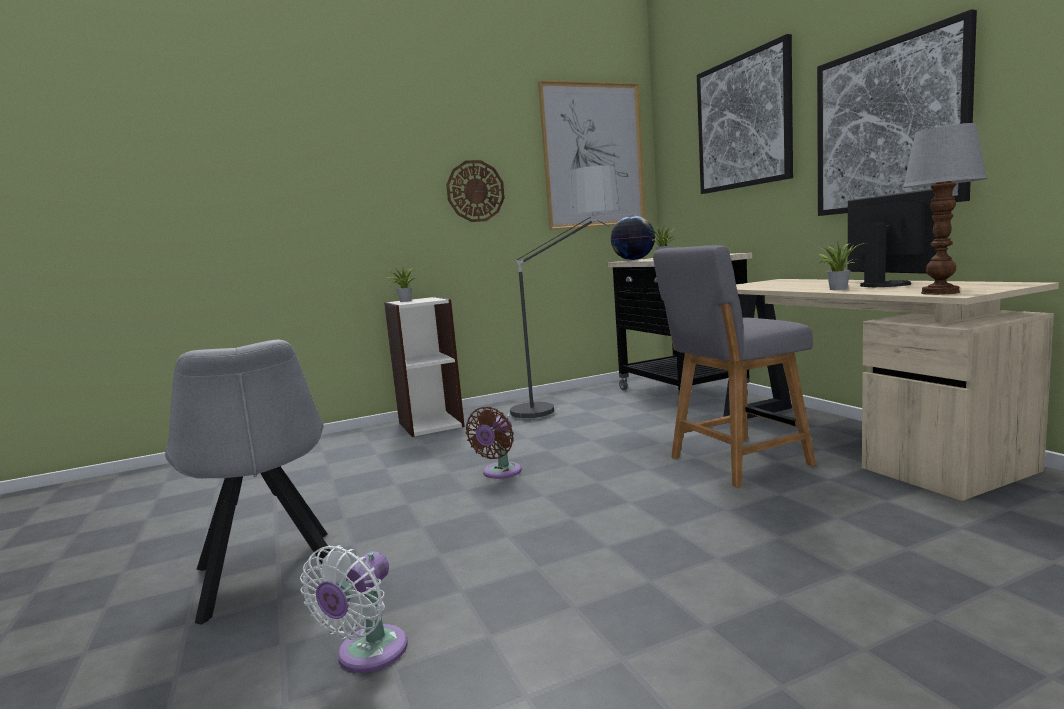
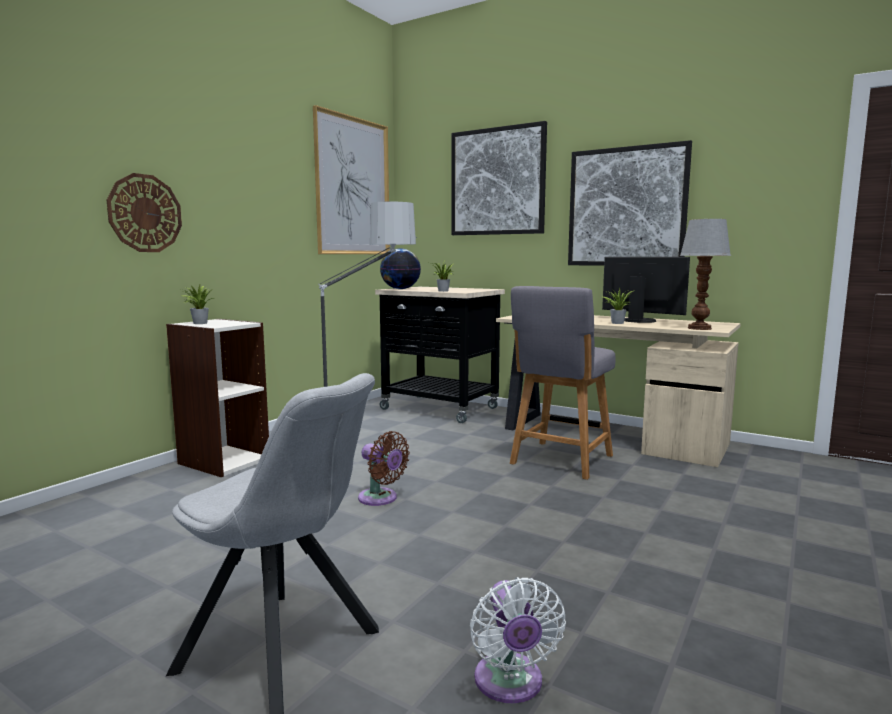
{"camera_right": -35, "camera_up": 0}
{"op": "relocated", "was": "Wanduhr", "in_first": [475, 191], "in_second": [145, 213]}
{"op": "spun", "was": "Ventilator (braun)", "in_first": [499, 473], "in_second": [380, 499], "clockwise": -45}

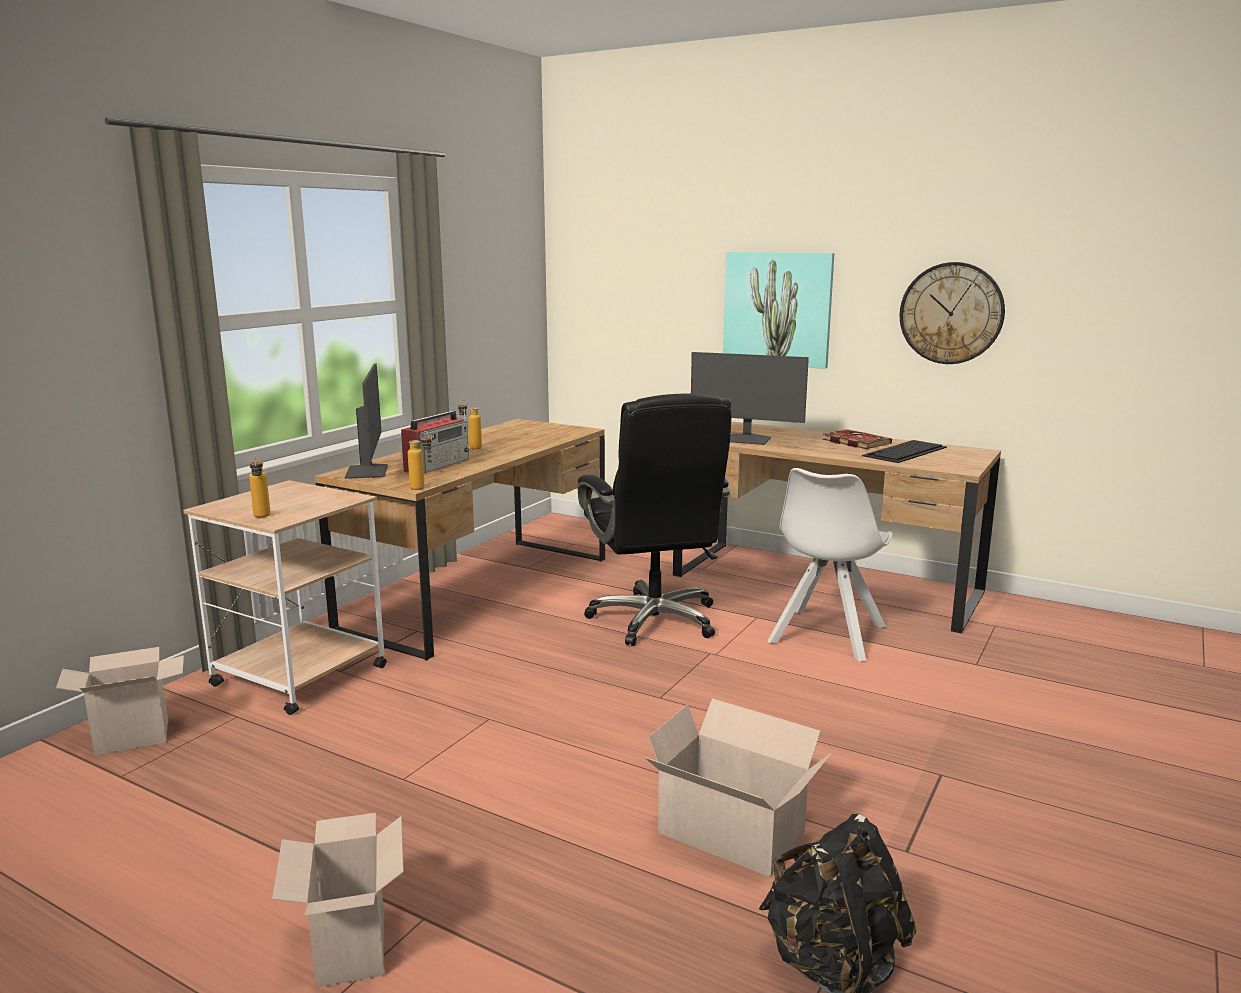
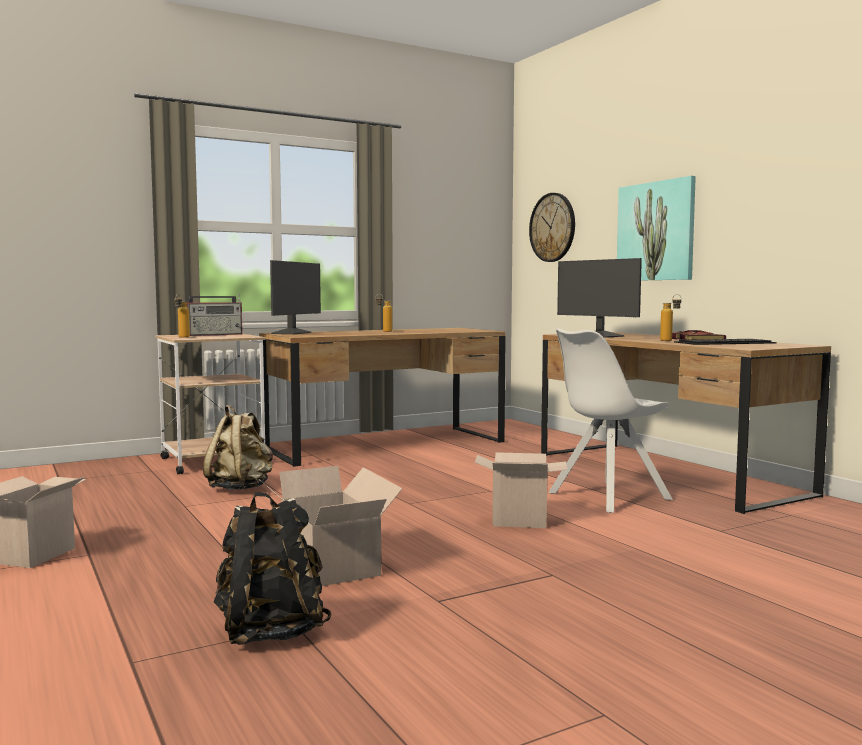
{"camera_right": 30, "camera_up": -10}
{"op": "missing", "was": "Bürostuhl (schwarz)", "in_first": [653, 618]}
{"op": "appeared", "now": "Rucksack (beige)", "in_second": [241, 488]}
{"op": "relocated", "was": "Karton", "in_first": [135, 736], "in_second": [521, 521]}
{"op": "relocated", "was": "Radio", "in_first": [438, 465], "in_second": [214, 334]}
{"op": "relocated", "was": "Flasche", "in_first": [422, 489], "in_second": [670, 341]}
{"op": "relocated", "was": "Wanduhr", "in_first": [951, 313], "in_second": [552, 227]}

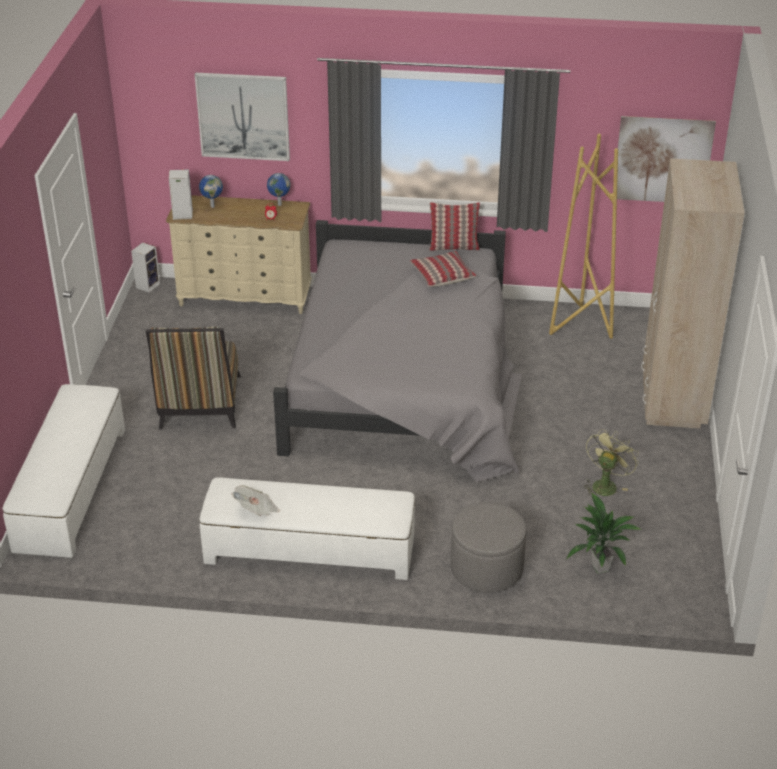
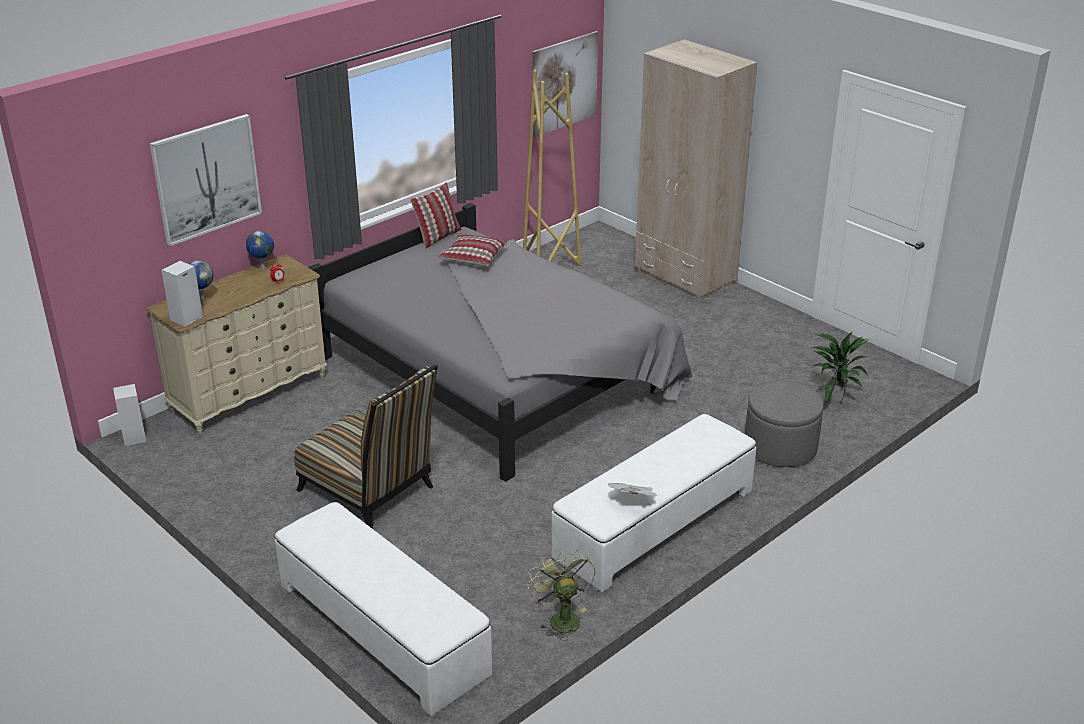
{"camera_right": -50, "camera_up": -5}
{"op": "relocated", "was": "Ventilator (grün)", "in_first": [605, 484], "in_second": [561, 618]}

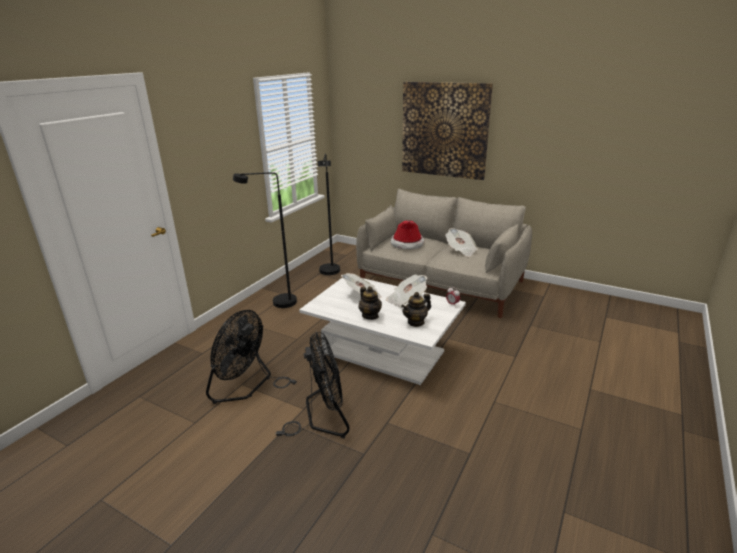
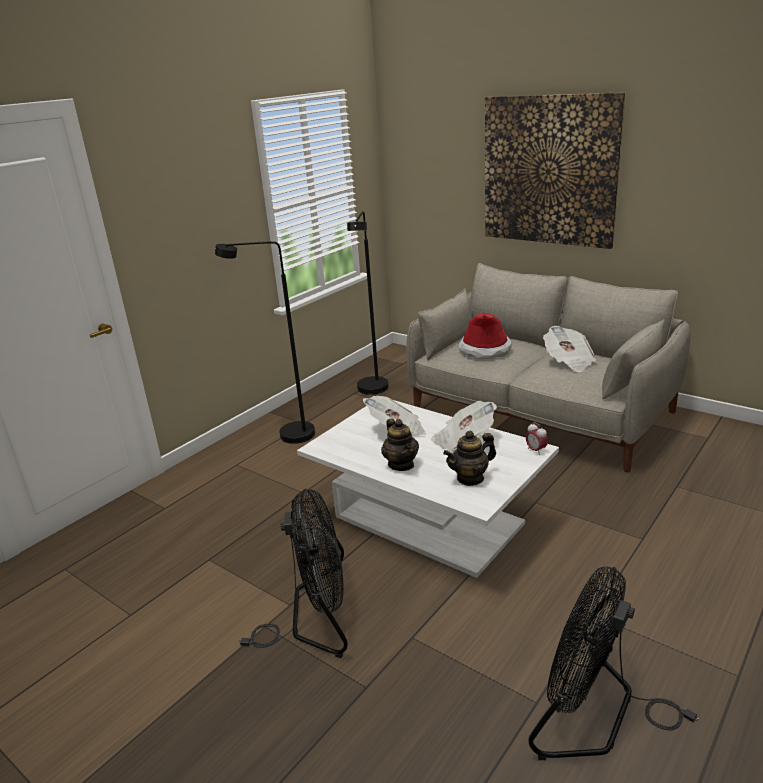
{"camera_right": 10, "camera_up": 0}
{"op": "relocated", "was": "Ventilator (schwarz)", "in_first": [252, 383], "in_second": [599, 708]}

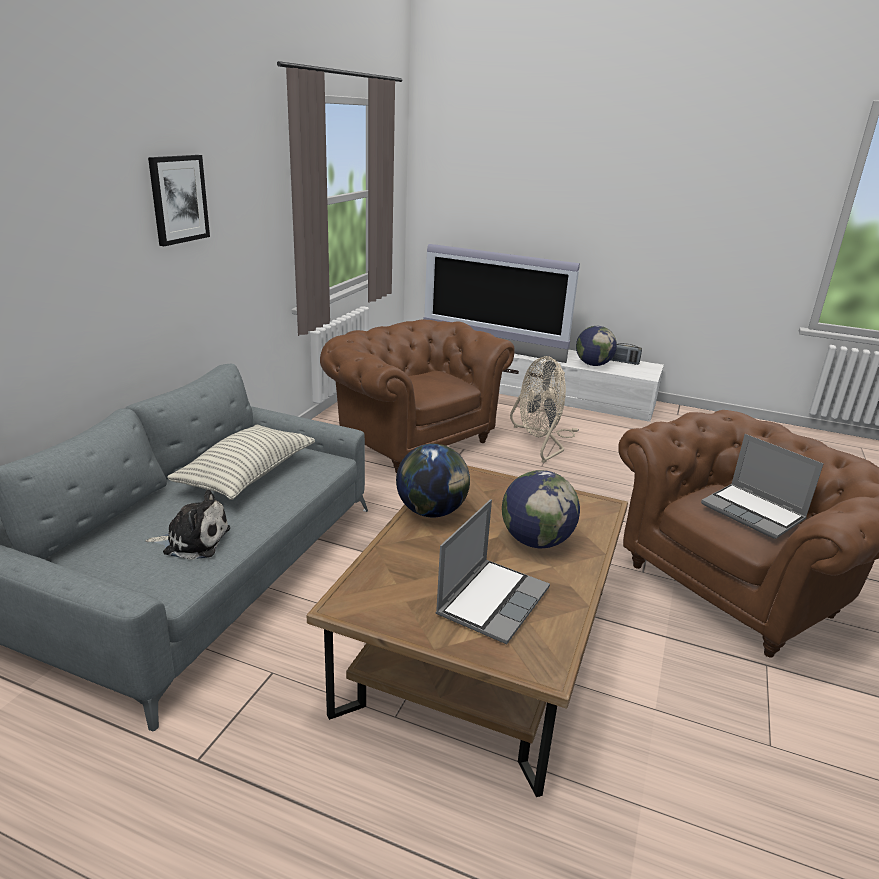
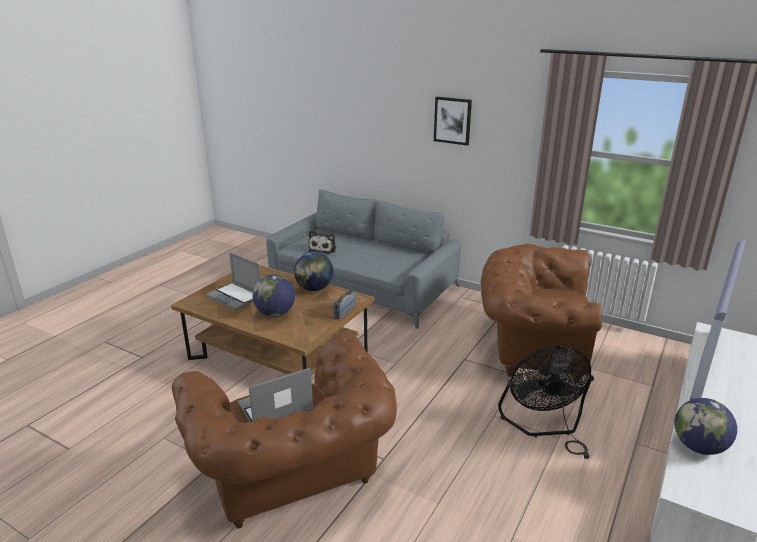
{"camera_right": 100, "camera_up": 0}
{"op": "missing", "was": "Kissen", "in_first": [247, 476]}
{"op": "relocated", "was": "Radio", "in_first": [624, 362], "in_second": [344, 312]}
{"op": "colour", "was": "Ventilator (beige)", "now": "Ventilator (schwarz)", "in_first": [543, 441], "in_second": [550, 426]}
{"op": "spun", "was": "Sessel (braun)", "in_first": [410, 439], "in_second": [531, 351], "clockwise": -135}

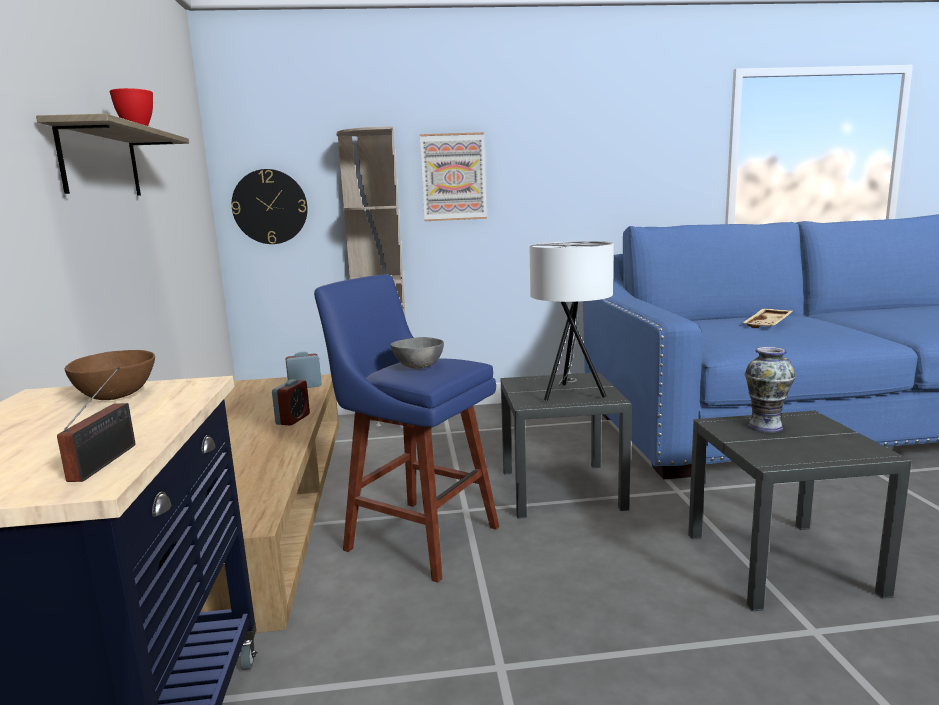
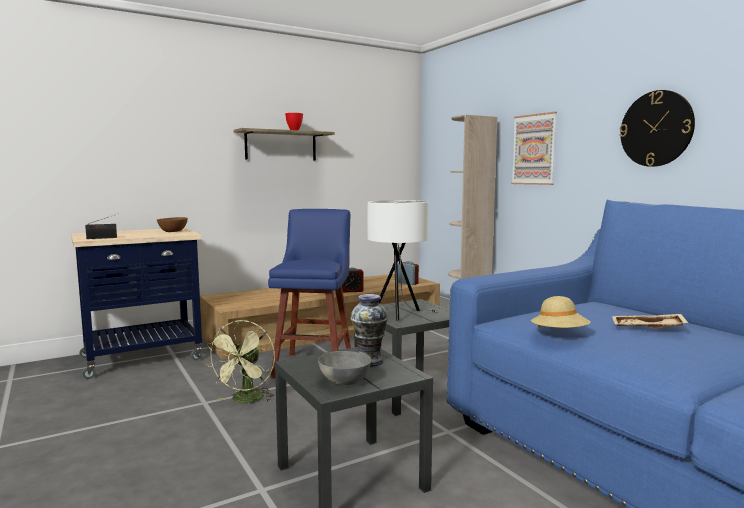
{"camera_right": 65, "camera_up": -5}
{"op": "appeared", "now": "Ventilator (grün)", "in_second": [246, 401]}
{"op": "appeared", "now": "Hut (beige)", "in_second": [559, 335]}
{"op": "relocated", "was": "Wanduhr", "in_first": [270, 207], "in_second": [656, 128]}
{"op": "relocated", "was": "Schüssel (grau)", "in_first": [418, 367], "in_second": [343, 381]}

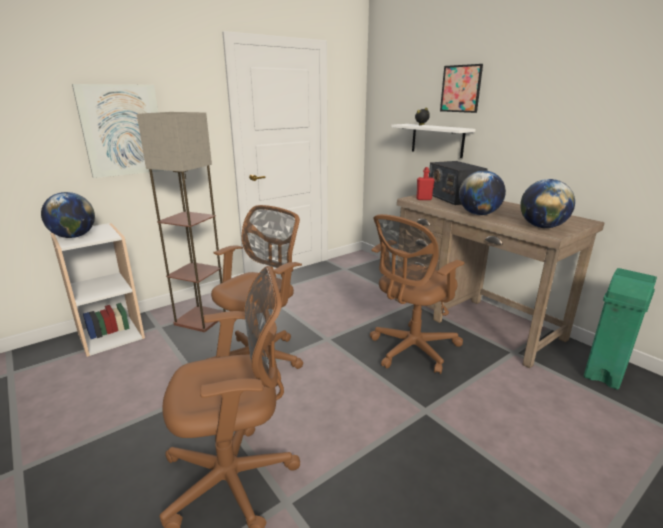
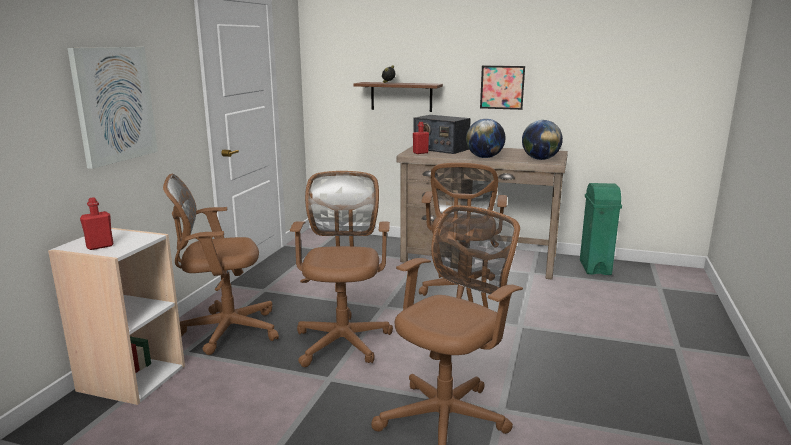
{"camera_right": -35, "camera_up": -5}
{"op": "relocated", "was": "Bild", "in_first": [461, 88], "in_second": [502, 87]}
{"op": "exchanged", "was": "Globus", "now": "Flasche (rot)", "in_first": [74, 236], "in_second": [100, 246]}
{"op": "exchanged", "was": "Stehlampe", "now": "Bürostuhl (braun)", "in_first": [200, 318], "in_second": [225, 330]}
{"op": "colour", "was": "Wandregal (weiß)", "now": "Wandregal (braun)", "in_first": [437, 140], "in_second": [401, 96]}

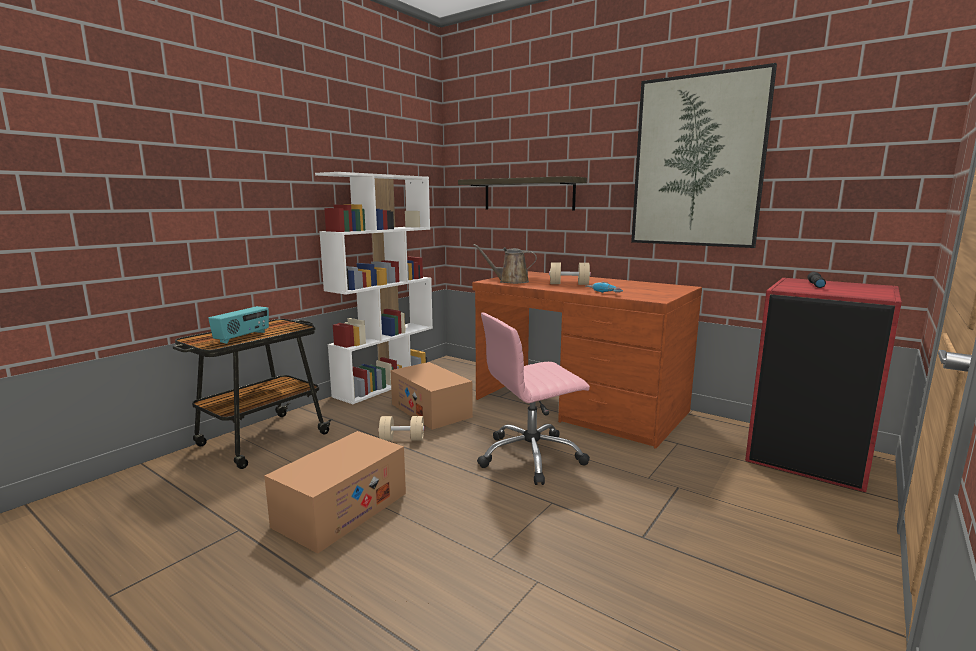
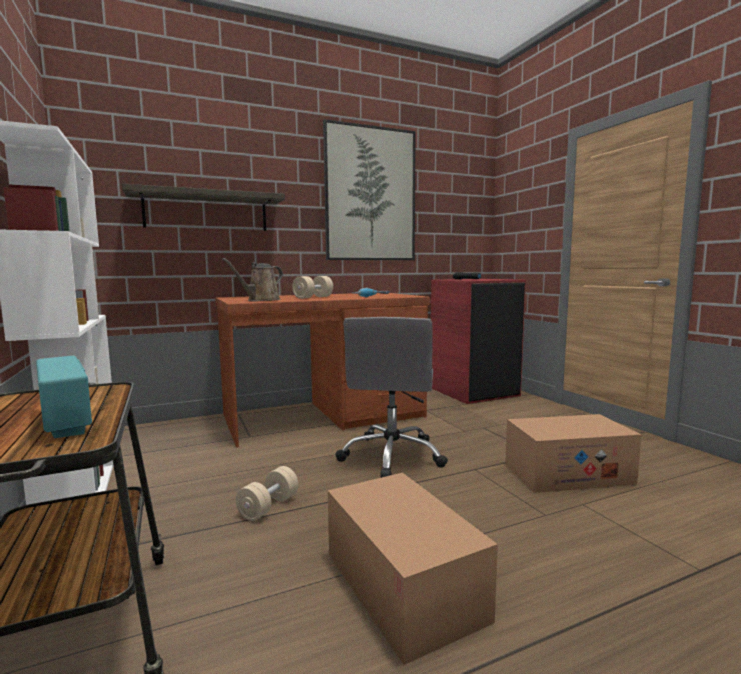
{"camera_right": -60, "camera_up": -5}
{"op": "relocated", "was": "Karton", "in_first": [431, 410], "in_second": [567, 474]}
{"op": "colour", "was": "Bürostuhl (rosa)", "now": "Bürostuhl (grau)", "in_first": [530, 457], "in_second": [392, 456]}

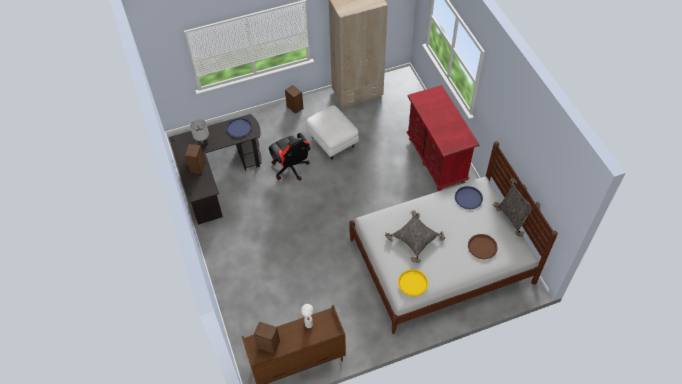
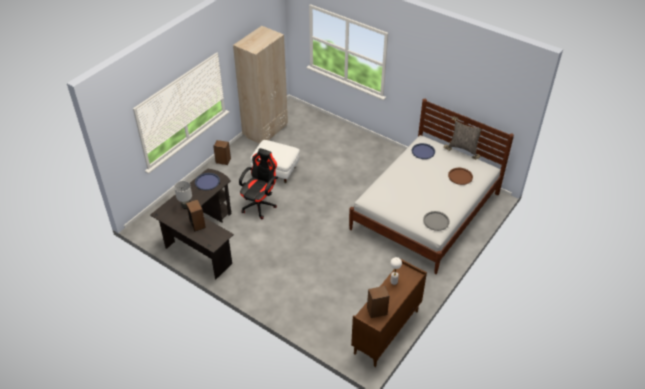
{"camera_right": -35, "camera_up": -10}
{"op": "missing", "was": "Kissen", "in_first": [415, 238]}
{"op": "missing", "was": "Kommode (rot)", "in_first": [436, 160]}
{"op": "colour", "was": "Tablett (gelb)", "now": "Tablett (grau)", "in_first": [413, 283], "in_second": [436, 221]}
{"op": "spun", "was": "Bürostuhl (schwarz)", "in_first": [291, 170], "in_second": [260, 204], "clockwise": -90}

